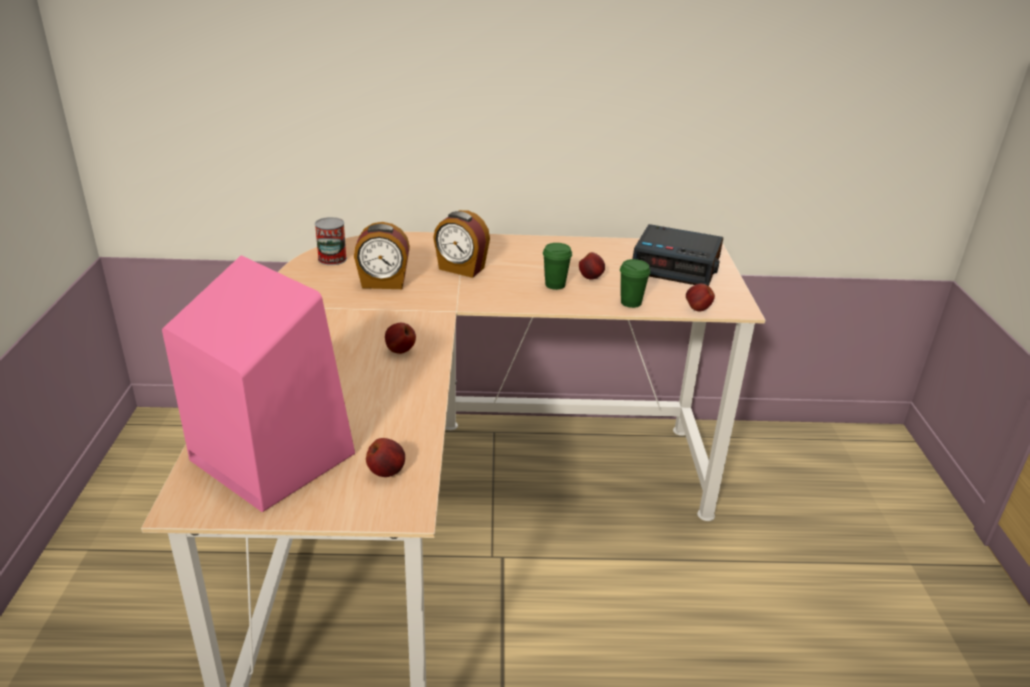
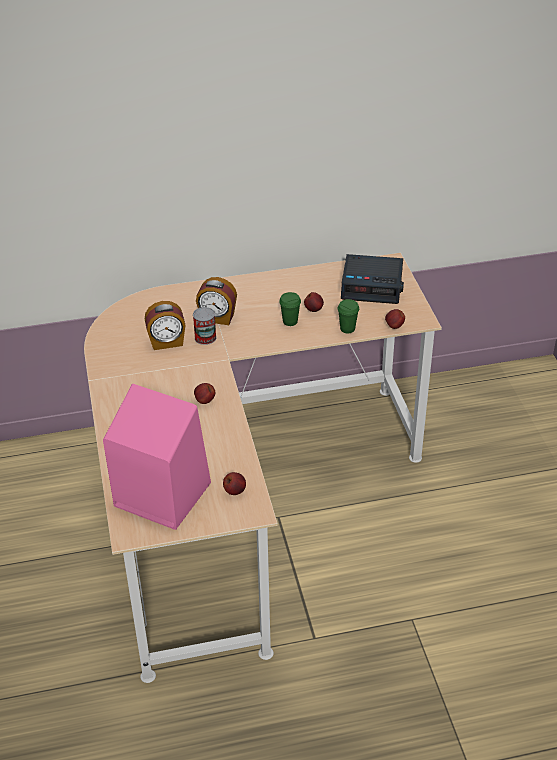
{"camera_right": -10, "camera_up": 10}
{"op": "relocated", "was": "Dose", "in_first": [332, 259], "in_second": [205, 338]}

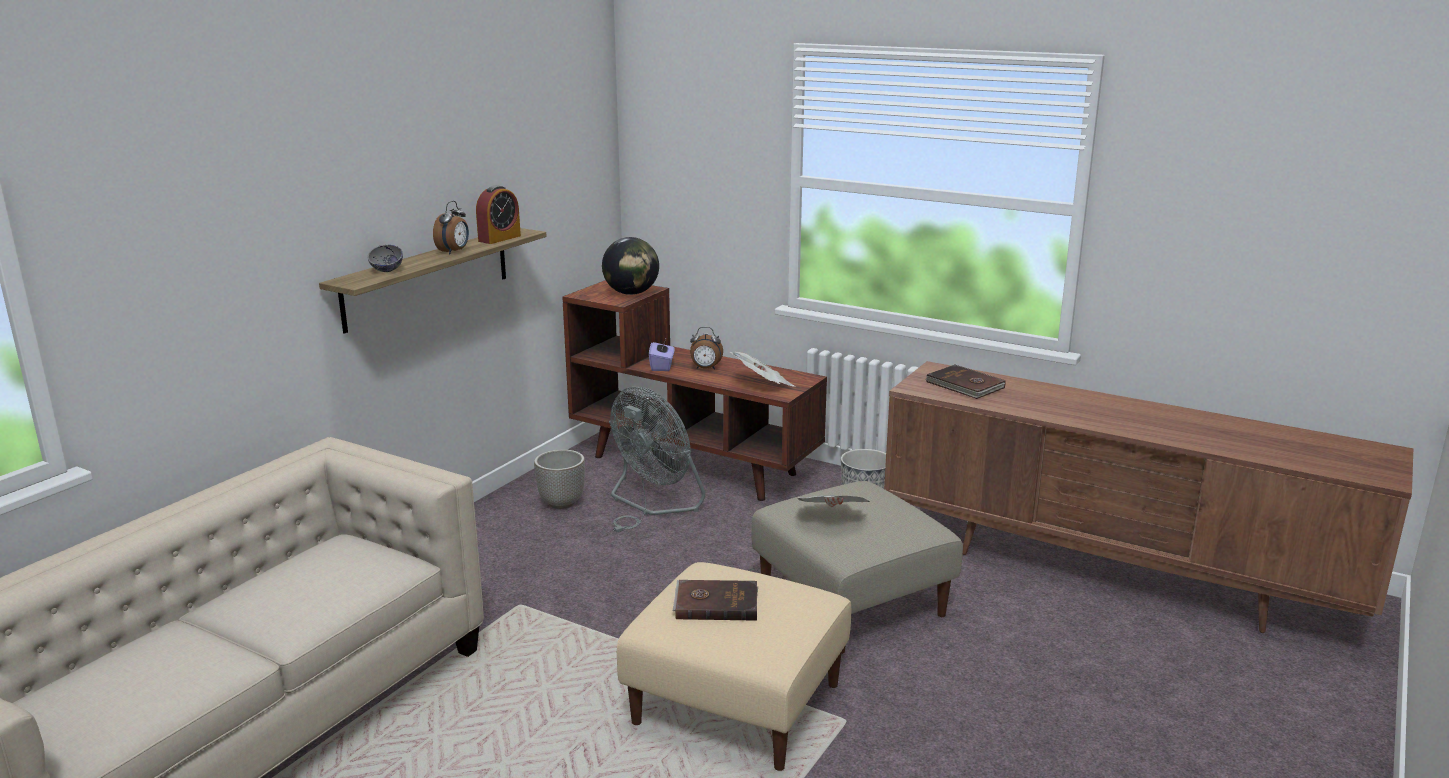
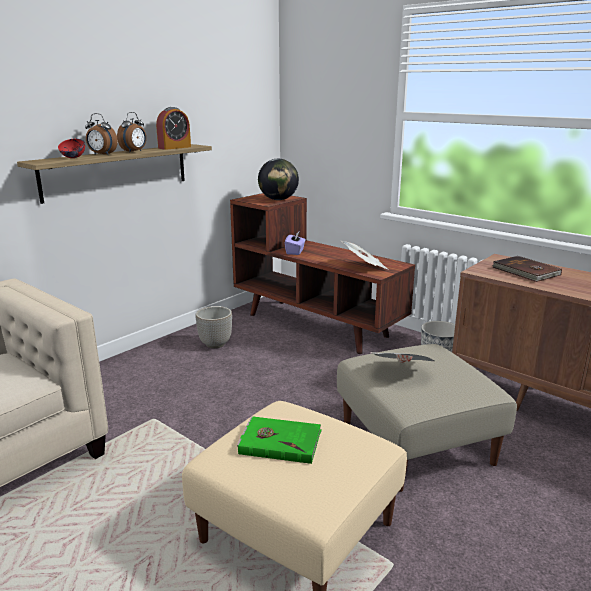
{"camera_right": 10, "camera_up": 0}
{"op": "missing", "was": "Ventilator (grau)", "in_first": [645, 503]}
{"op": "relocated", "was": "Wecker", "in_first": [705, 368], "in_second": [102, 155]}
{"op": "colour", "was": "Schüssel (grau)", "now": "Schüssel (rot)", "in_first": [387, 271], "in_second": [73, 158]}
{"op": "colour", "was": "Buch (braun)", "now": "Buch (grün)", "in_first": [716, 603], "in_second": [280, 442]}

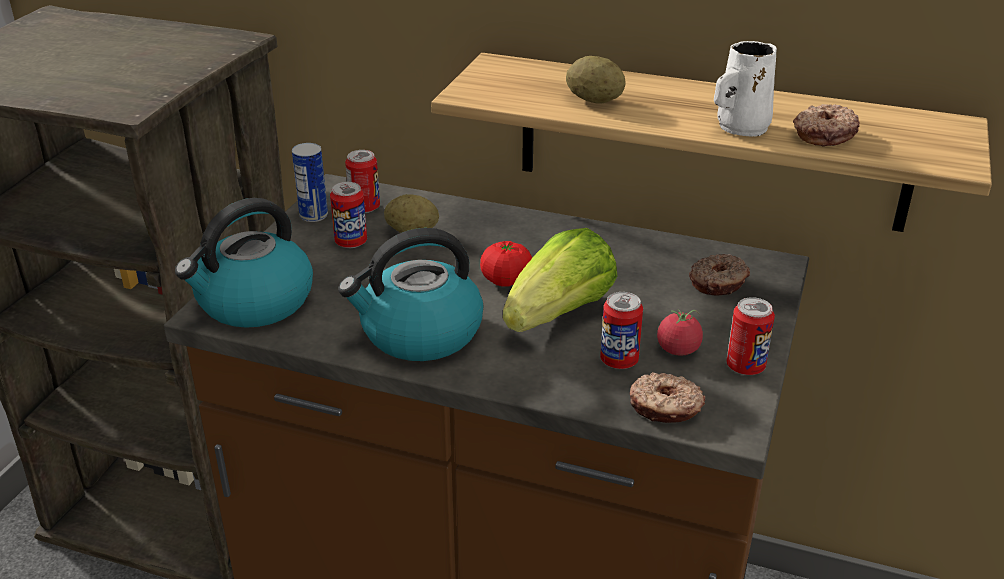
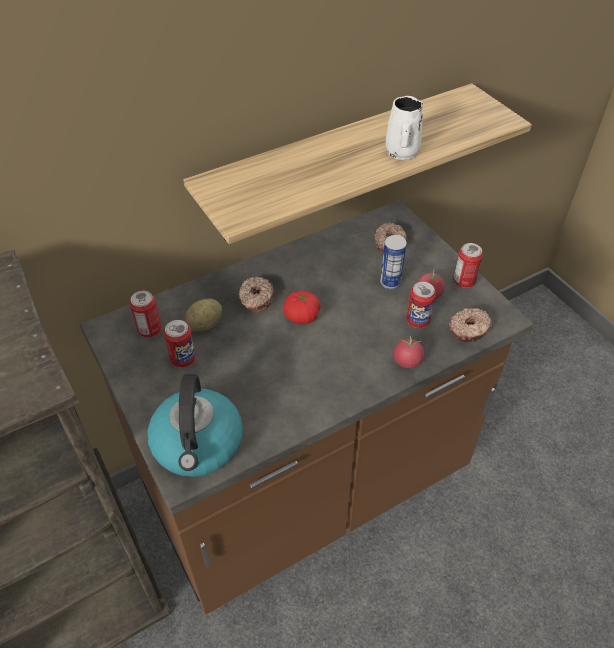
{"camera_right": -50, "camera_up": 15}
{"op": "missing", "was": "Wasserkessel", "in_first": [419, 333]}
{"op": "missing", "was": "Salatkopf", "in_first": [560, 314]}
{"op": "missing", "was": "Kartoffel", "in_first": [594, 100]}
{"op": "appeared", "now": "Tomate", "in_second": [407, 361]}
{"op": "relocated", "was": "Dose", "in_first": [313, 215], "in_second": [390, 282]}
{"op": "relocated", "was": "Donut", "in_first": [823, 134], "in_second": [256, 298]}

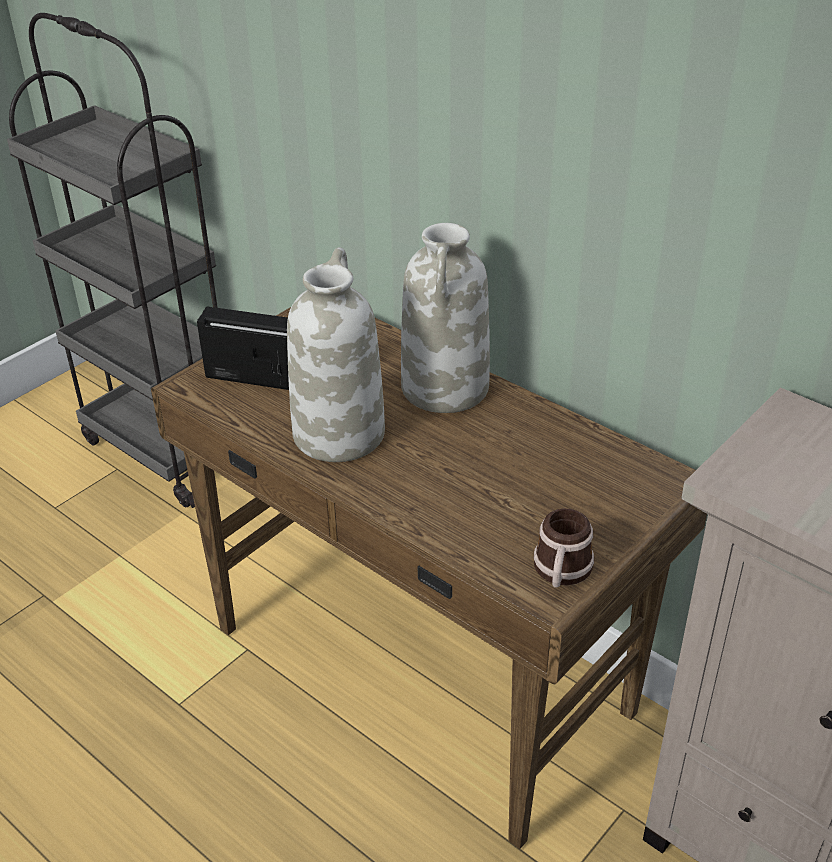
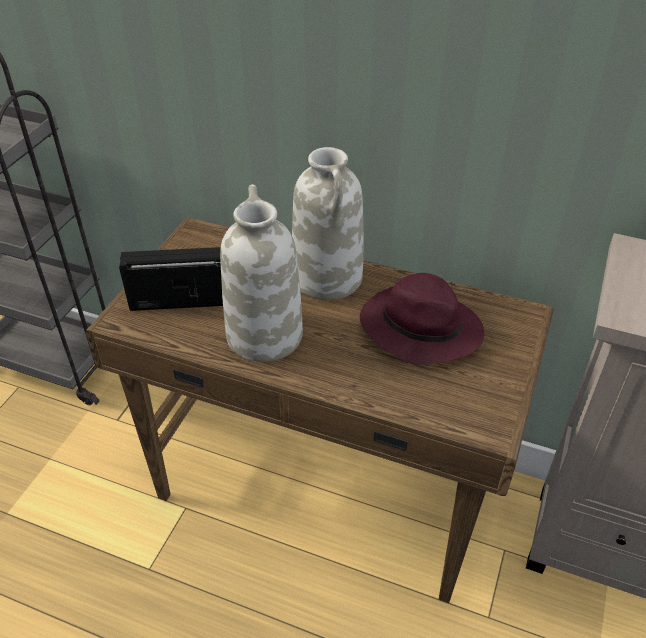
{"camera_right": -20, "camera_up": 5}
{"op": "missing", "was": "Henkelbecher", "in_first": [561, 572]}
{"op": "appeared", "now": "Hut (lila)", "in_second": [418, 329]}

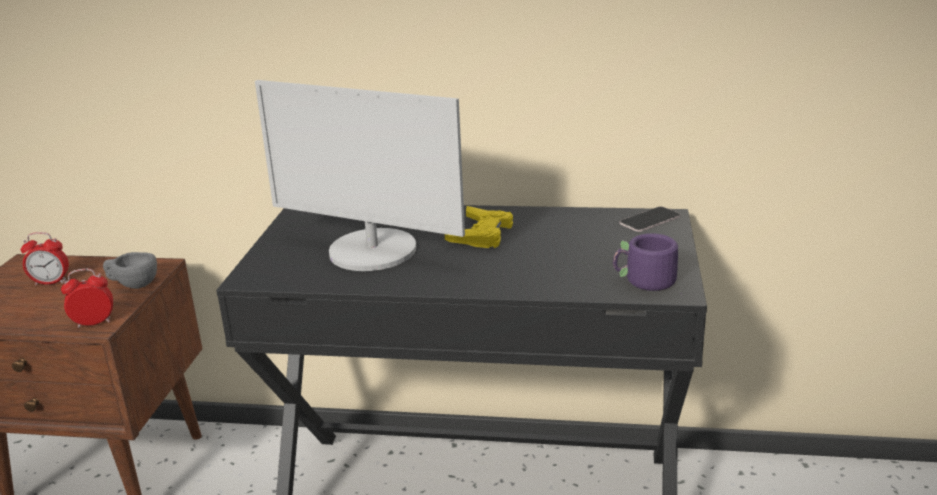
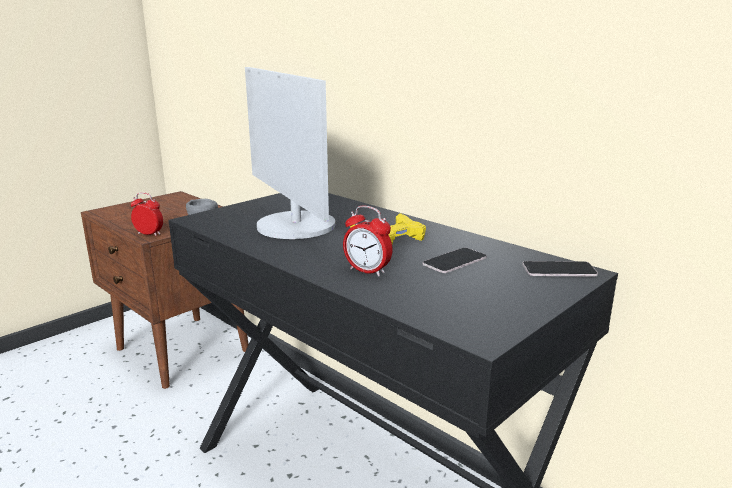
{"camera_right": 35, "camera_up": -5}
{"op": "missing", "was": "Henkelbecher (lila)", "in_first": [645, 283]}
{"op": "appeared", "now": "Handy", "in_second": [454, 261]}
{"op": "relocated", "was": "Wecker", "in_first": [51, 282], "in_second": [367, 271]}

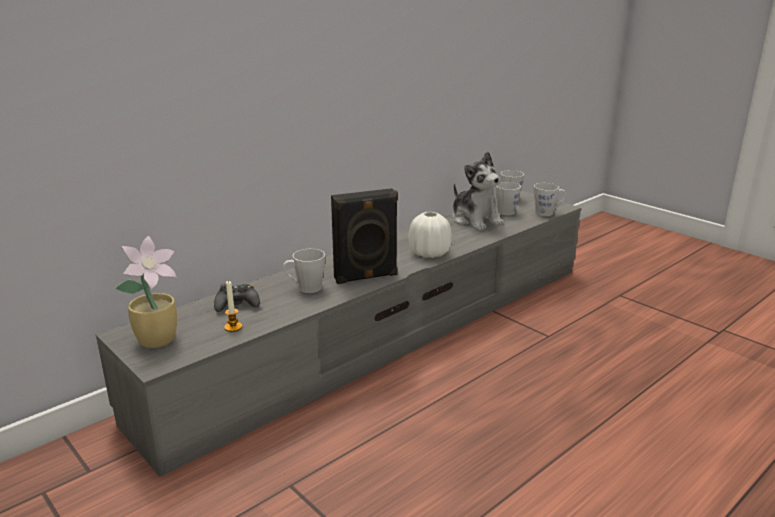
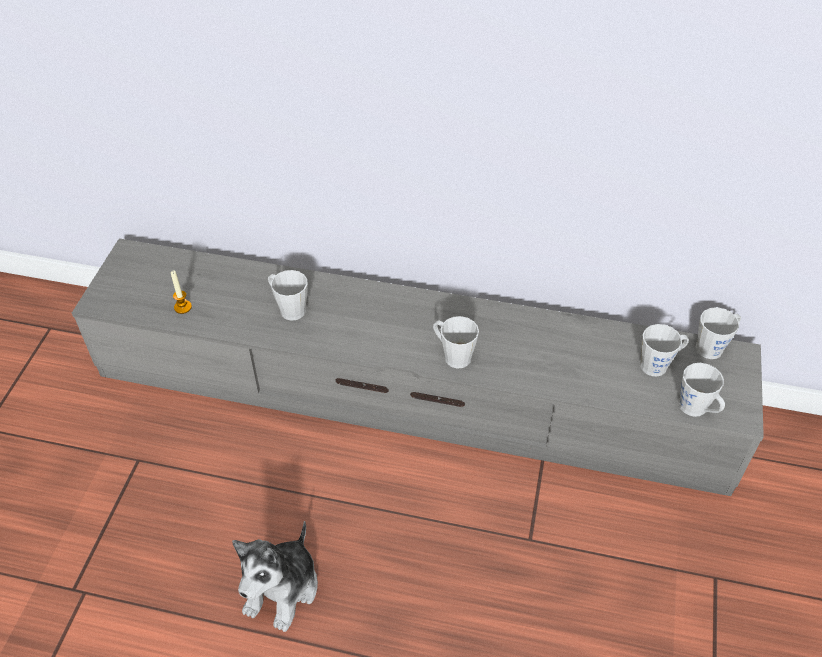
{"camera_right": 55, "camera_up": 25}
{"op": "missing", "was": "Topfpflanze", "in_first": [159, 339]}
{"op": "missing", "was": "Gamepad (schwarz)", "in_first": [237, 304]}
{"op": "missing", "was": "Lautsprecher (schwarz)", "in_first": [366, 277]}
{"op": "relocated", "was": "Plüschtier", "in_first": [475, 220], "in_second": [283, 589]}
{"op": "exchanged", "was": "Vase (weiß)", "now": "Henkelbecher (grau)", "in_first": [429, 253], "in_second": [453, 355]}

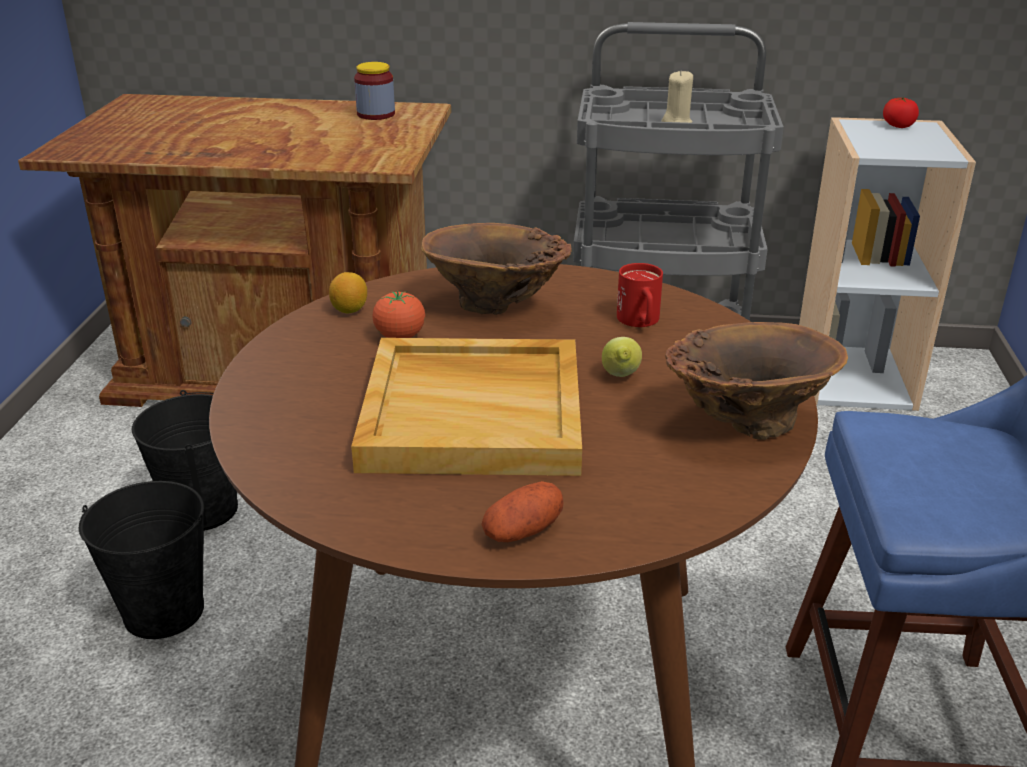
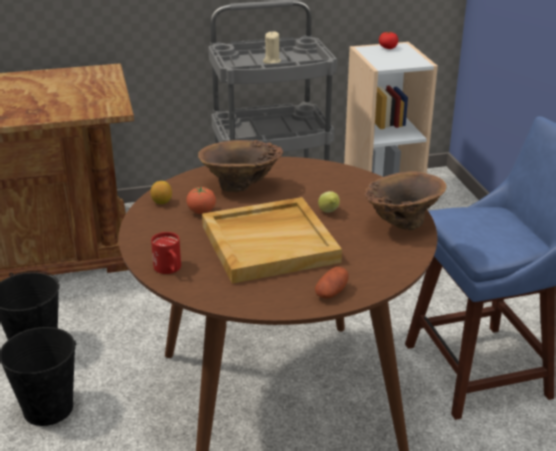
{"camera_right": -20, "camera_up": 0}
{"op": "missing", "was": "Vorratsglas", "in_first": [376, 114]}
{"op": "relocated", "was": "Henkelbecher (rot)", "in_first": [640, 322], "in_second": [169, 269]}

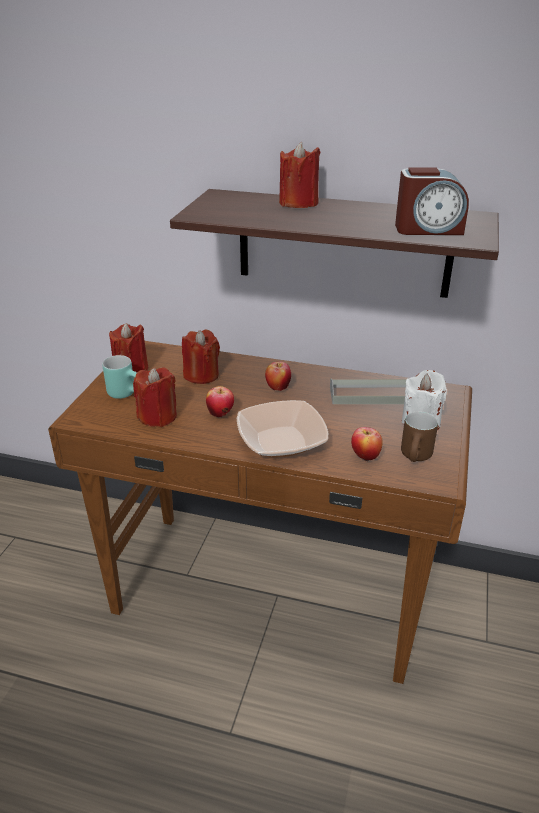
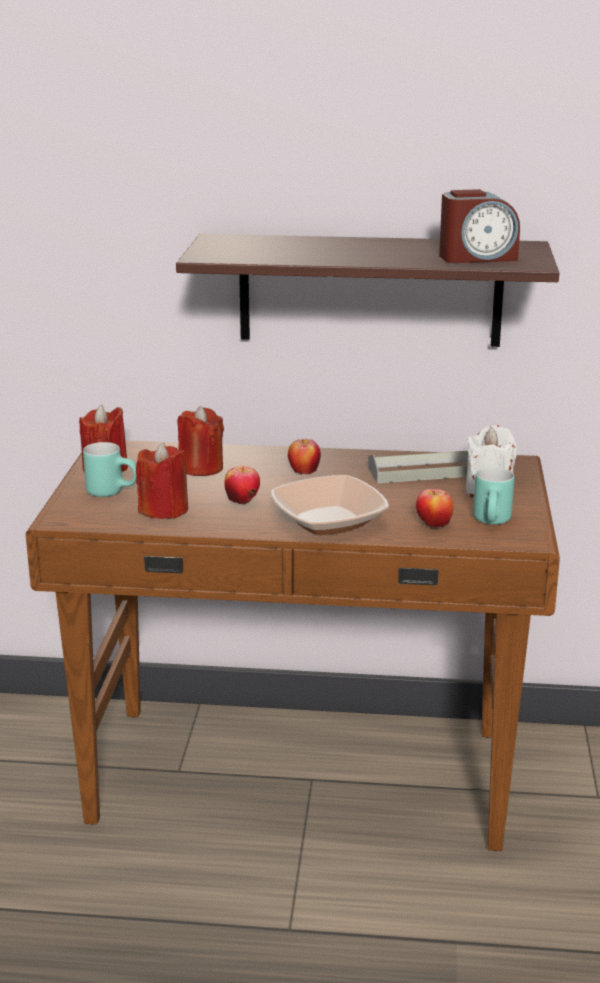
{"camera_right": -10, "camera_up": -10}
{"op": "missing", "was": "Kerze (rot)", "in_first": [298, 203]}
{"op": "colour", "was": "Henkelbecher (braun)", "now": "Henkelbecher (türkis)", "in_first": [417, 458], "in_second": [494, 523]}

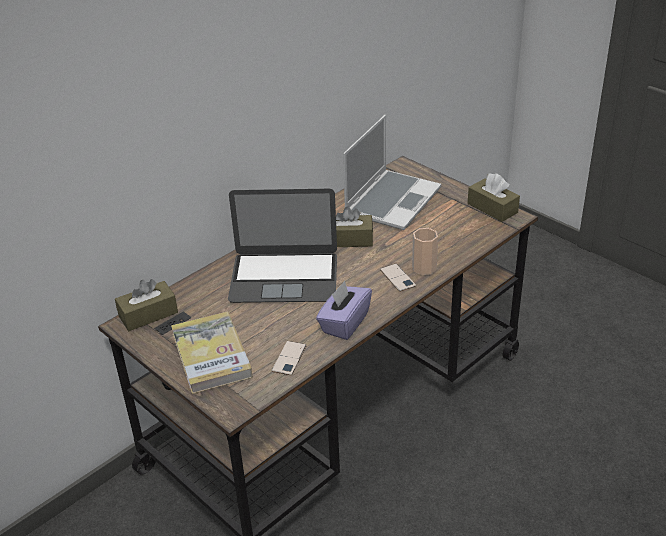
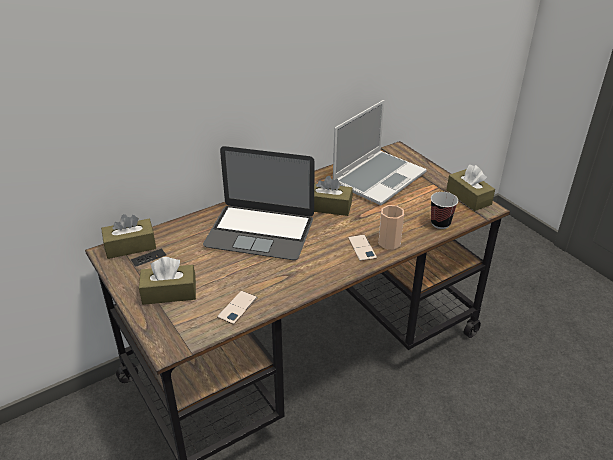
{"camera_right": 10, "camera_up": 0}
{"op": "missing", "was": "Taschentuchbox (lila)", "in_first": [344, 323]}
{"op": "appeared", "now": "Tasse", "in_second": [440, 223]}
{"op": "exchanged", "was": "Buch", "now": "Taschentuchbox (braun)", "in_first": [211, 355], "in_second": [169, 293]}

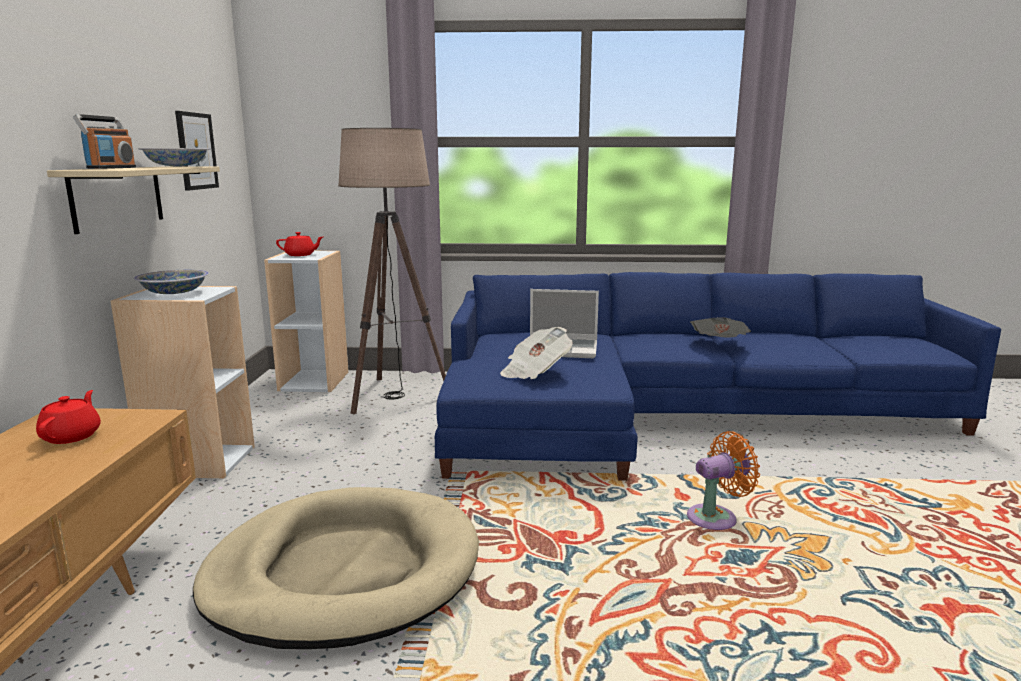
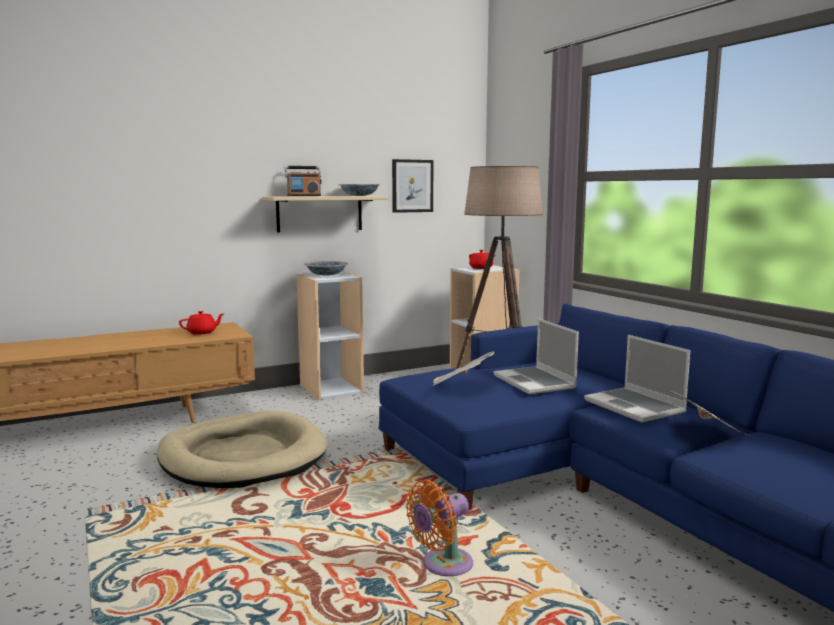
{"camera_right": 60, "camera_up": -5}
{"op": "appeared", "now": "Laptop", "in_second": [635, 407]}
{"op": "spun", "was": "Ventilator (orange)", "in_first": [716, 517], "in_second": [442, 565], "clockwise": 105}

